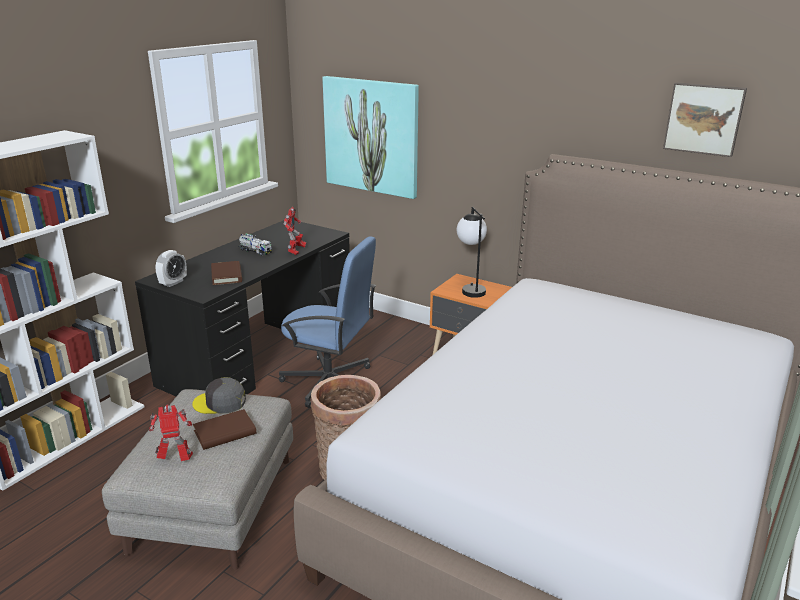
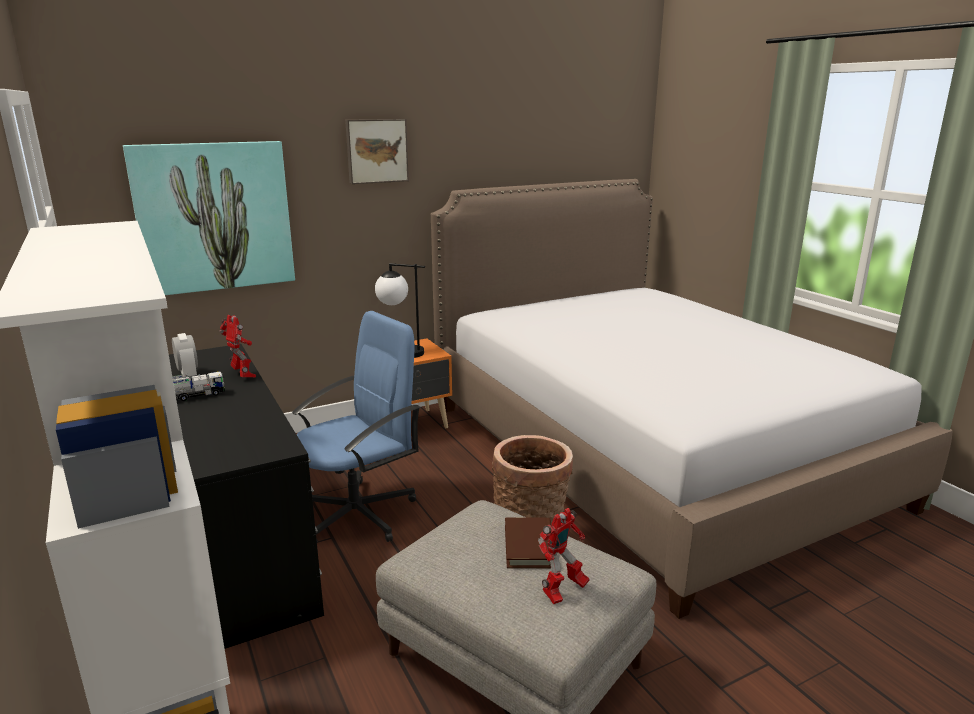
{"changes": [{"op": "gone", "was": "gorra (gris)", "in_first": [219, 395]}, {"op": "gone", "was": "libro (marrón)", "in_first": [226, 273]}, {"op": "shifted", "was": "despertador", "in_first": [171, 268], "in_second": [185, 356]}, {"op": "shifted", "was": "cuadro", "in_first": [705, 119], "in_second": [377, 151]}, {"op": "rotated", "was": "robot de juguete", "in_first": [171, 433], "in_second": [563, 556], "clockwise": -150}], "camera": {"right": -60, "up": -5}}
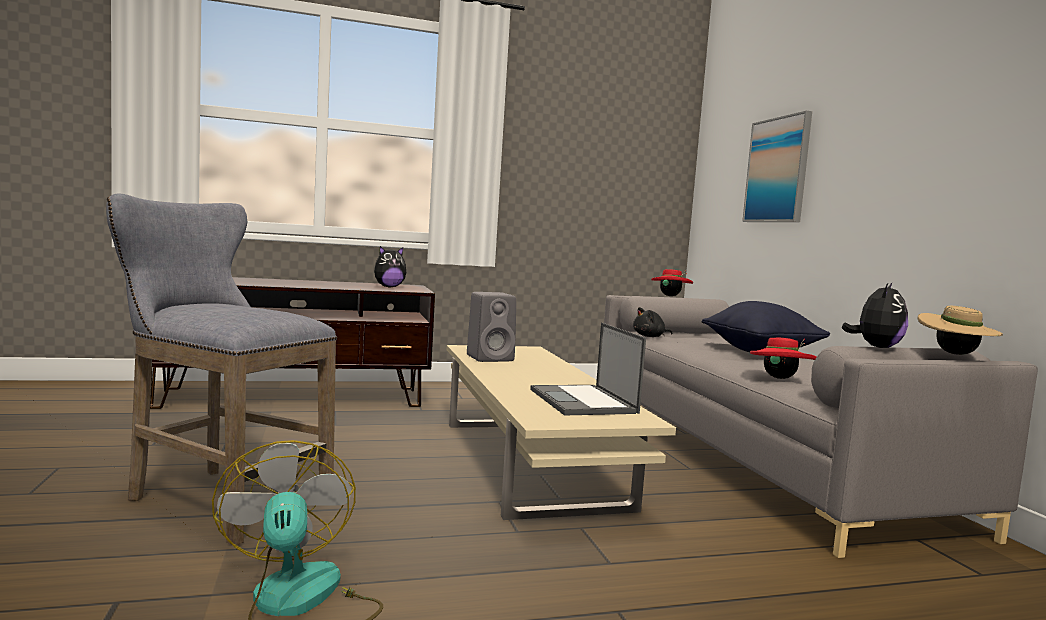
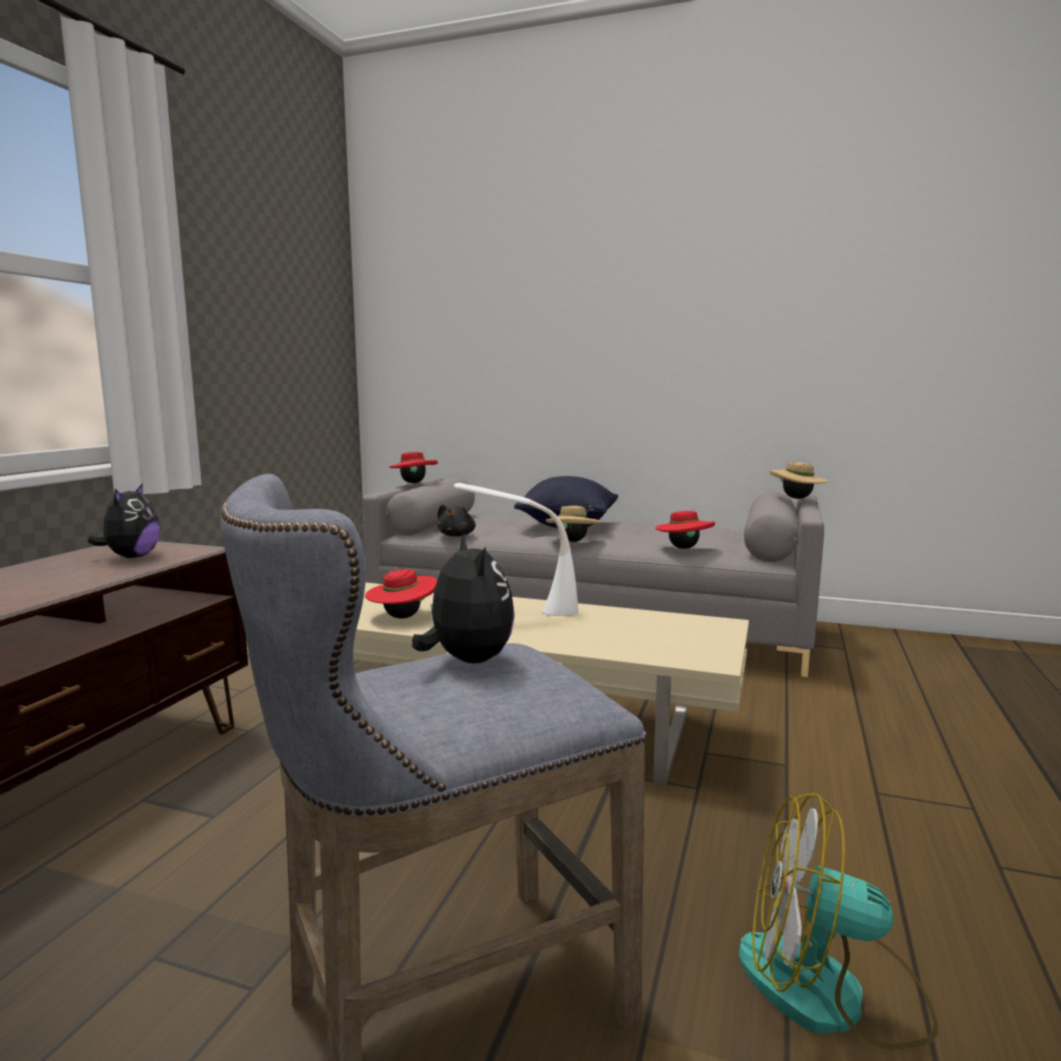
{"changes": [{"op": "gone", "was": "portátil", "in_first": [588, 369]}, {"op": "gone", "was": "cuadro", "in_first": [777, 166]}, {"op": "new", "now": "lámpara de mesa (blanco)", "in_second": [516, 549]}, {"op": "new", "now": "sombrero (beis)", "in_second": [574, 523]}, {"op": "shifted", "was": "peluche", "in_first": [875, 315], "in_second": [463, 597]}, {"op": "swapped", "was": "altavoz (gris)", "now": "sombrero (rojo)", "in_first": [491, 327], "in_second": [401, 592]}], "camera": {"right": -55, "up": 5}}
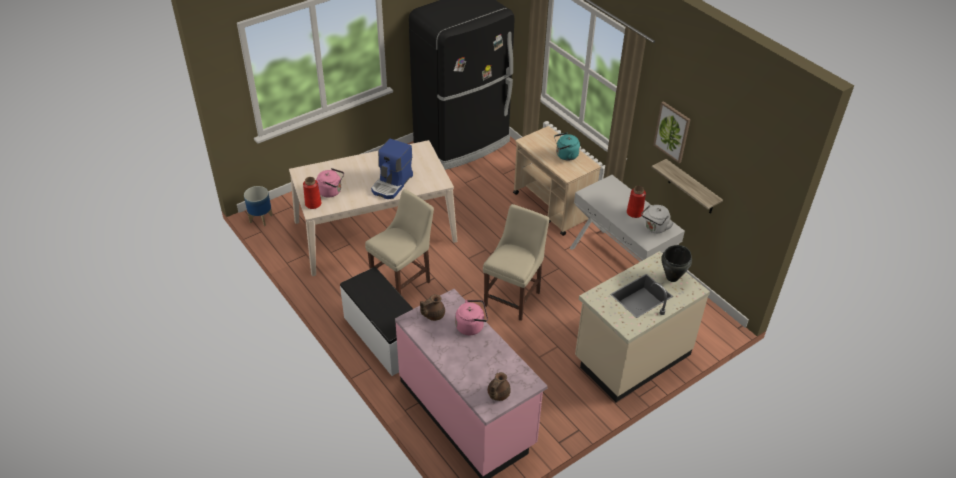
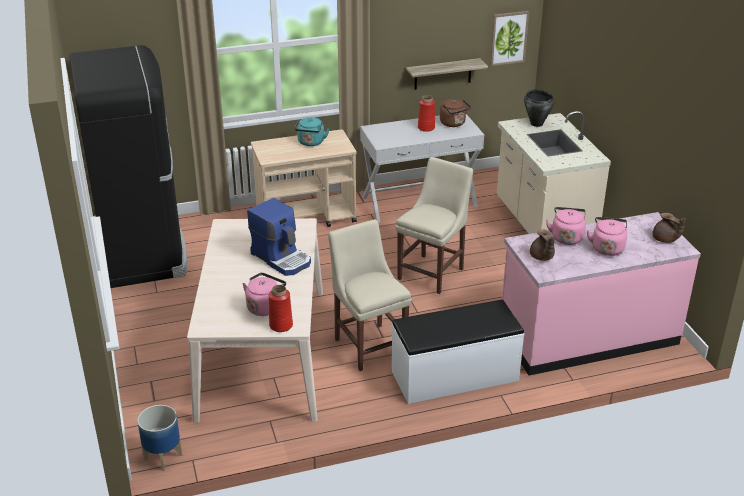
{"changes": [{"op": "new", "now": "hervidor (rosa)", "in_second": [607, 236]}, {"op": "shifted", "was": "cuadro", "in_first": [672, 132], "in_second": [509, 38]}, {"op": "repainted", "was": "hervidor (blanco)", "now": "hervidor (marrón)", "in_first": [657, 219], "in_second": [455, 113]}, {"op": "rotated", "was": "silla (beis)", "in_first": [516, 262], "in_second": [434, 225], "clockwise": 75}], "camera": {"right": -70, "up": -10}}
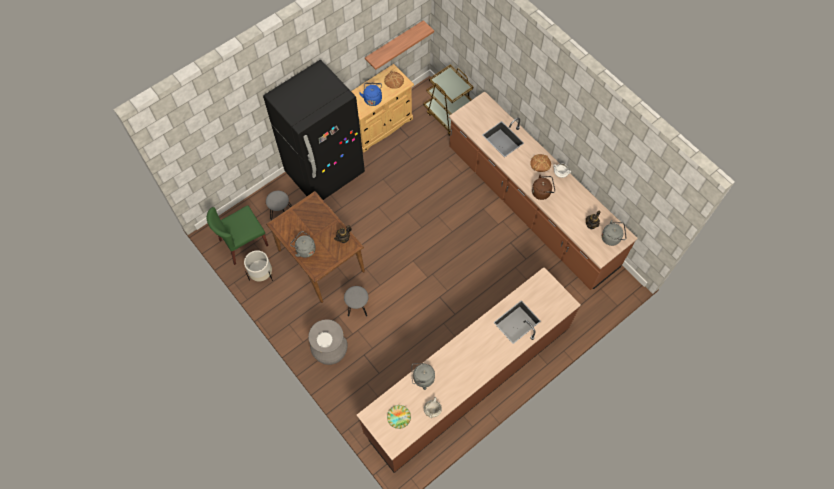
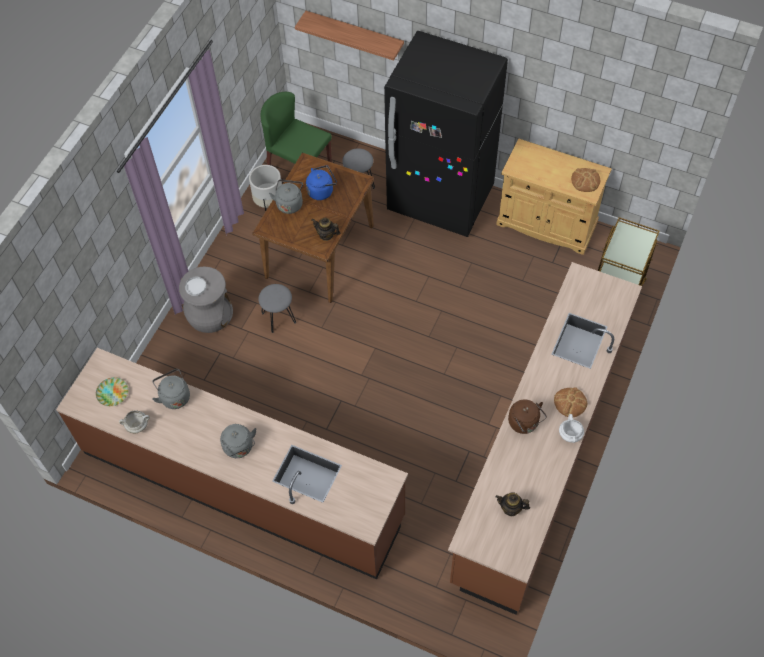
{"changes": [{"op": "shifted", "was": "hervidor (azul)", "in_first": [370, 94], "in_second": [321, 182]}, {"op": "shifted", "was": "estante", "in_first": [399, 45], "in_second": [349, 36]}, {"op": "shifted", "was": "hervidor (gris)", "in_first": [614, 233], "in_second": [238, 441]}], "camera": {"right": 65, "up": -5}}
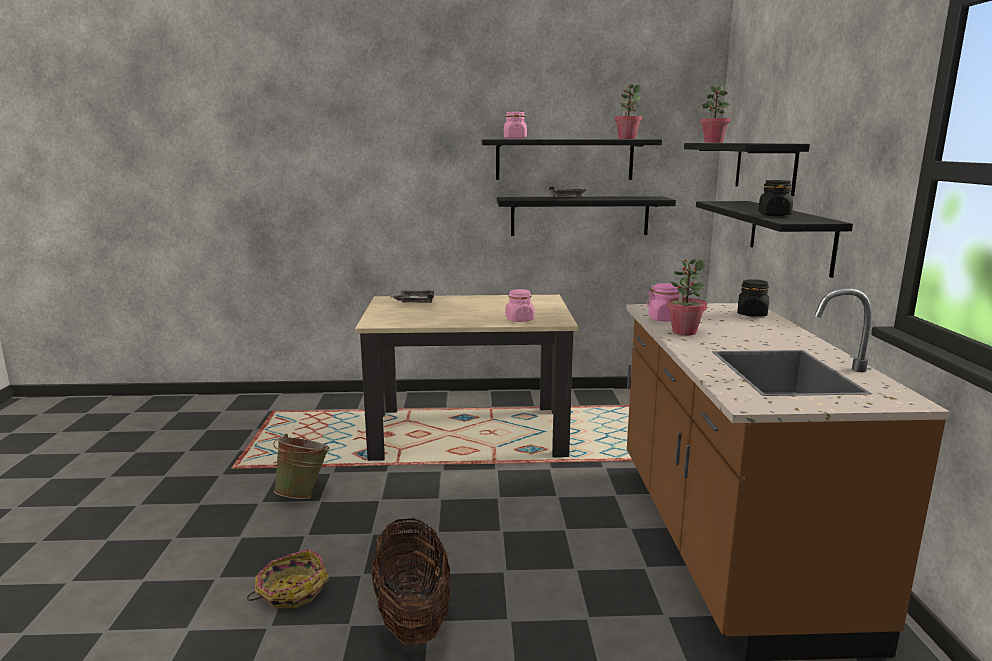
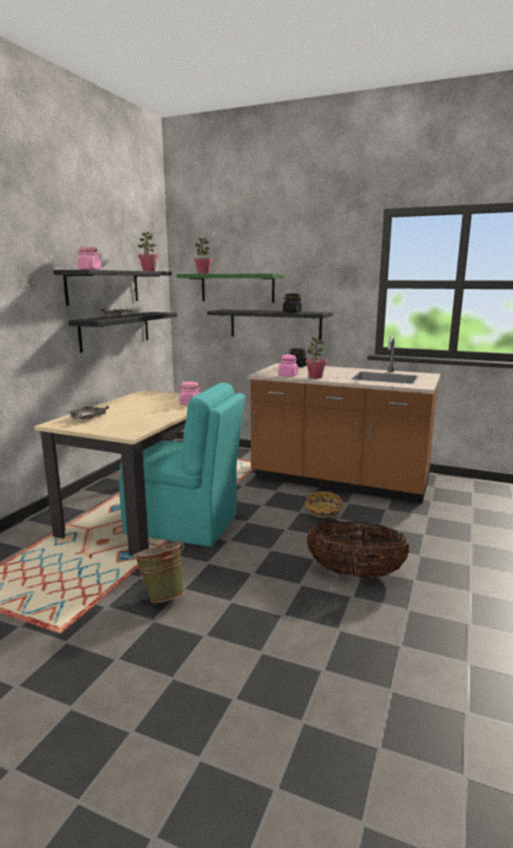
{"changes": [{"op": "new", "now": "silla (turquesa)", "in_second": [182, 465]}, {"op": "shifted", "was": "cesta", "in_first": [288, 579], "in_second": [324, 504]}, {"op": "repainted", "was": "estante (negro)", "now": "estante (verde)", "in_first": [747, 169], "in_second": [231, 288]}], "camera": {"right": -65, "up": 0}}
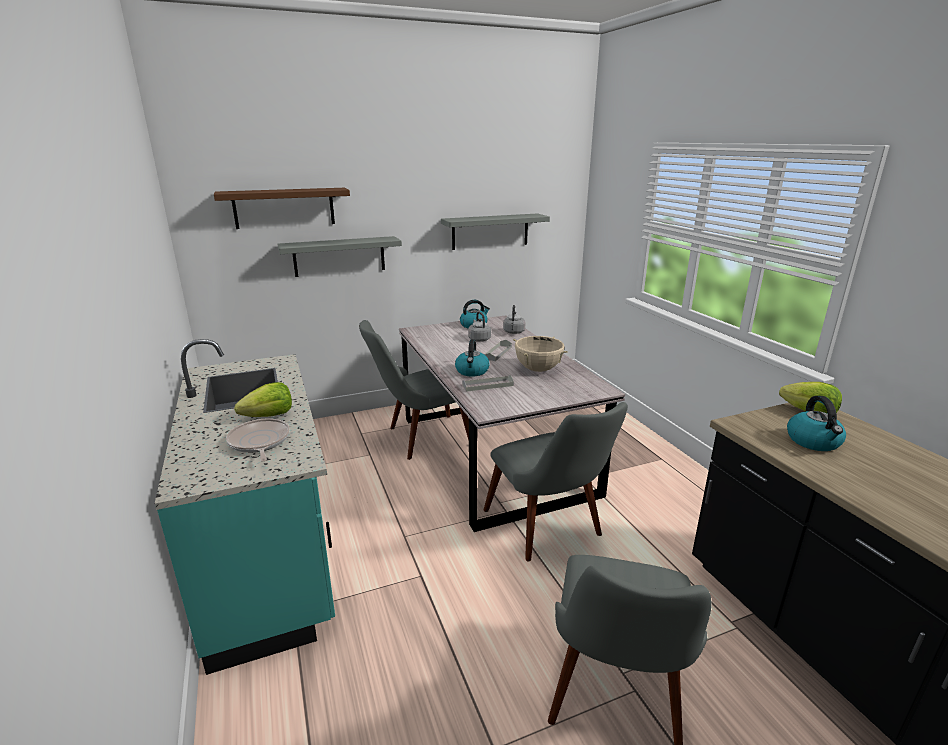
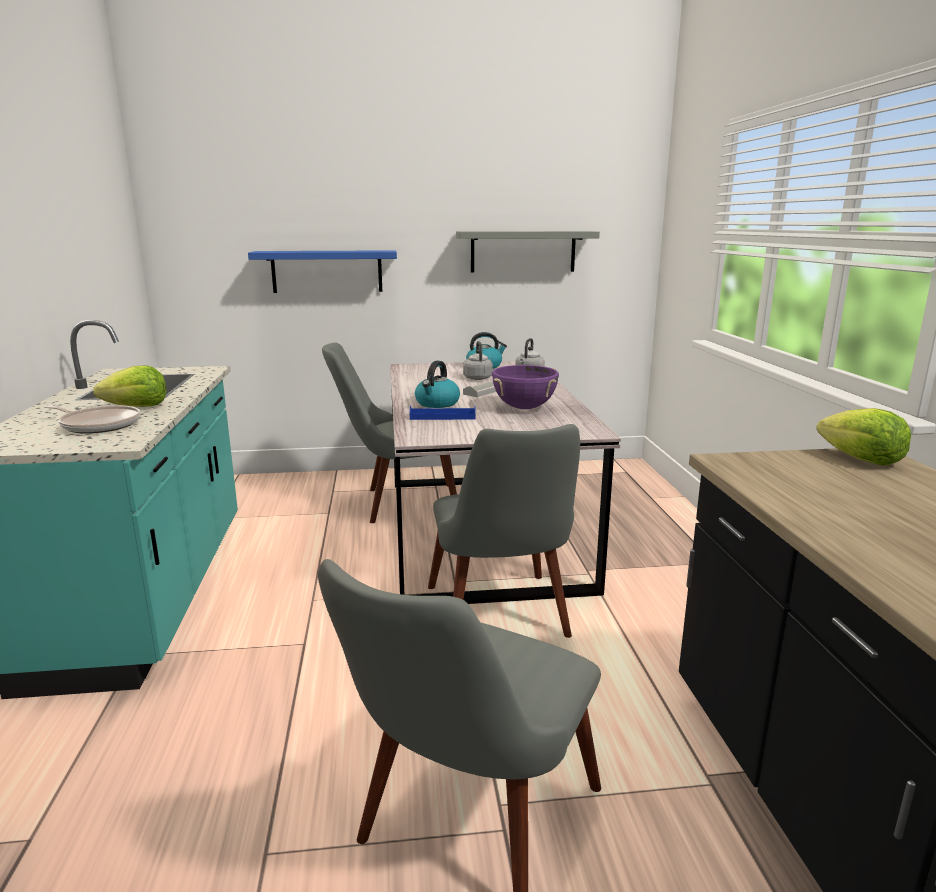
{"changes": [{"op": "gone", "was": "estante (marrón)", "in_first": [282, 208]}, {"op": "gone", "was": "hervidor", "in_first": [816, 423]}, {"op": "repainted", "was": "estante (gris)", "now": "estante (azul)", "in_first": [339, 256], "in_second": [322, 271]}, {"op": "repainted", "was": "bandeja (gris)", "now": "bandeja (azul)", "in_first": [488, 383], "in_second": [443, 413]}, {"op": "repainted", "was": "olla (beis)", "now": "olla (morado)", "in_first": [540, 354], "in_second": [525, 387]}, {"op": "rotated", "was": "sartén", "in_first": [258, 439], "in_second": [92, 419], "clockwise": 120}], "camera": {"right": 15, "up": -5}}
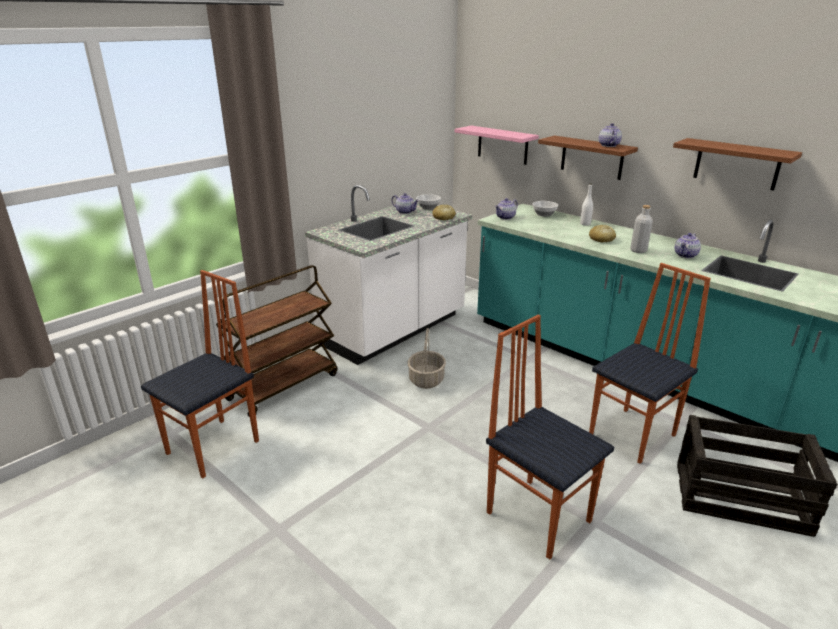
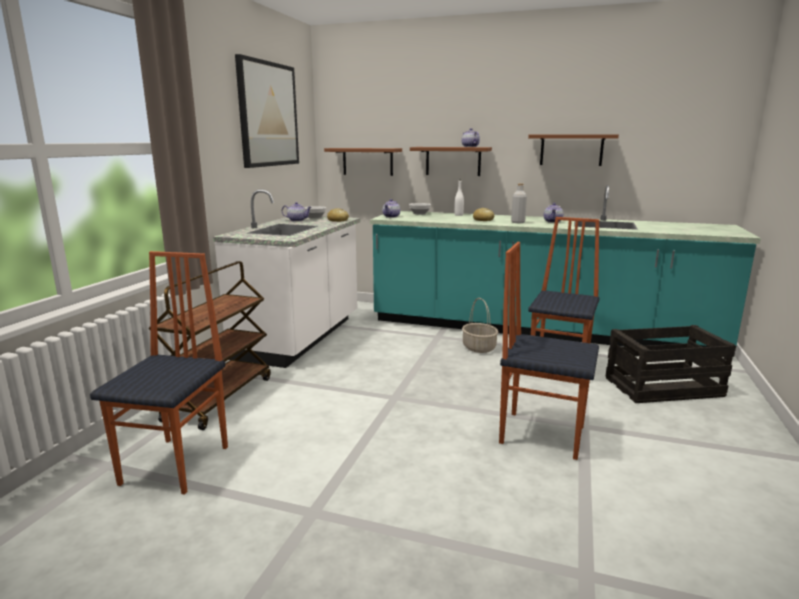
{"changes": [{"op": "new", "now": "cuadro", "in_second": [267, 111]}, {"op": "shifted", "was": "cesta", "in_first": [427, 358], "in_second": [480, 325]}, {"op": "repainted", "was": "estante (rosa)", "now": "estante (marrón)", "in_first": [497, 145], "in_second": [363, 162]}], "camera": {"right": -25, "up": -10}}
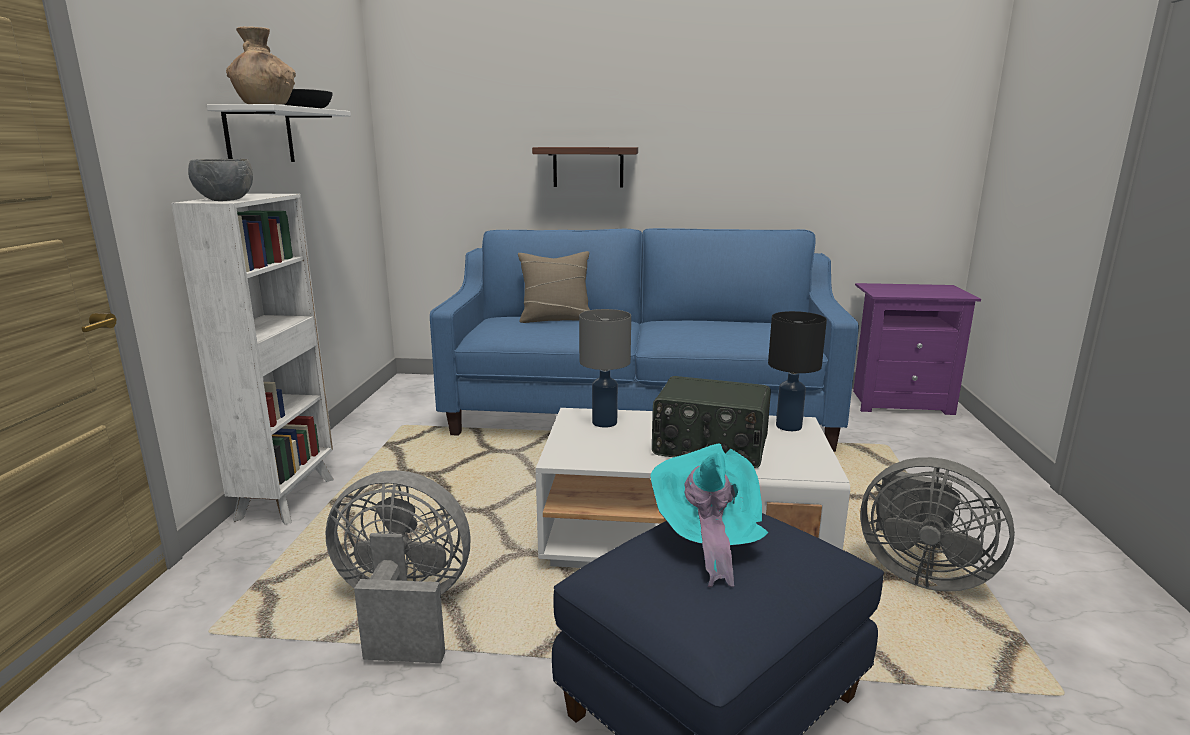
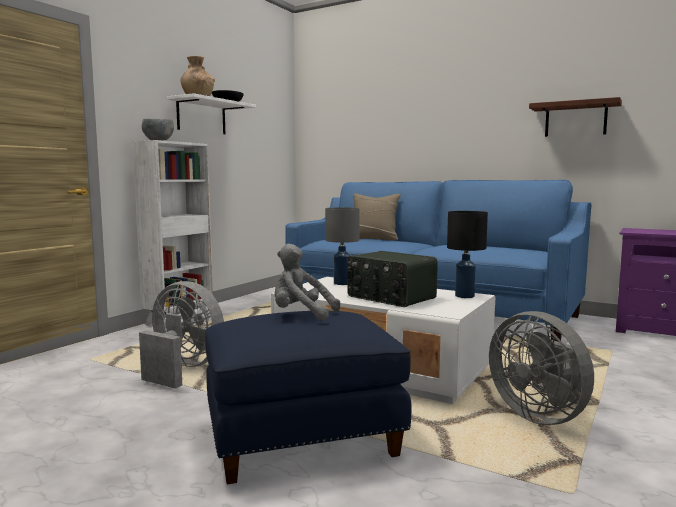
{"changes": [{"op": "shifted", "was": "estante", "in_first": [585, 167], "in_second": [575, 117]}, {"op": "swapped", "was": "sombrero (turquesa)", "now": "peluche (gris)", "in_first": [709, 515], "in_second": [307, 282]}], "camera": {"right": 25, "up": -10}}
